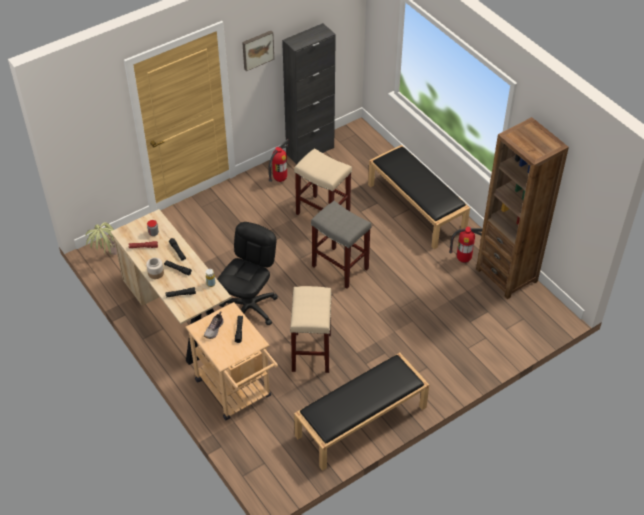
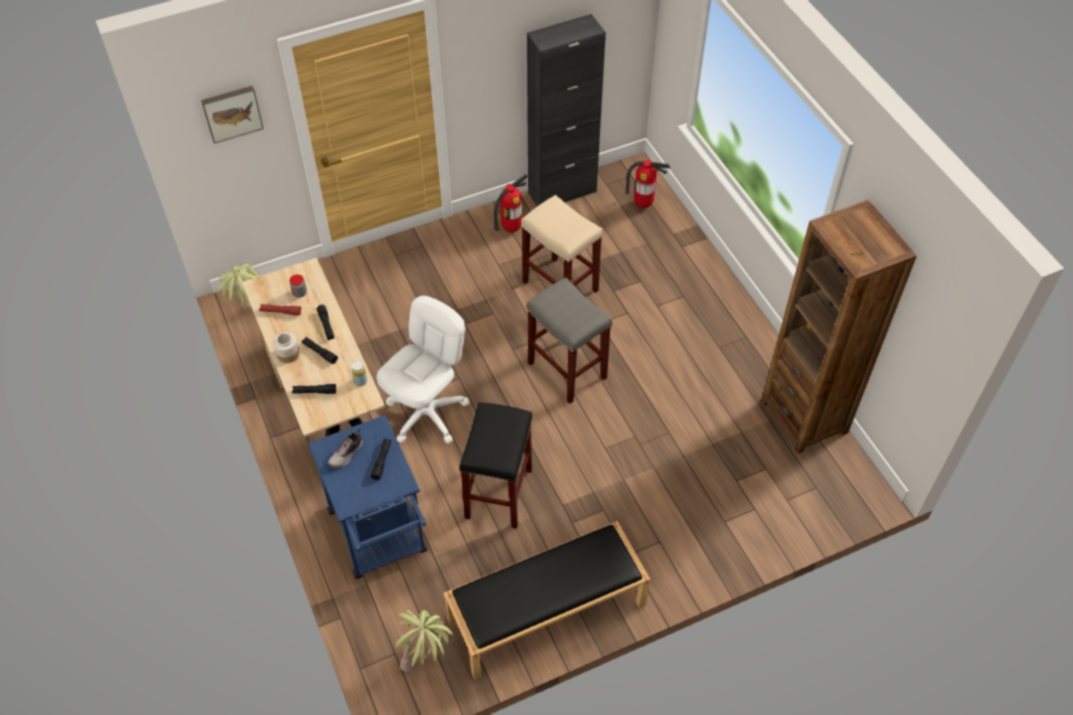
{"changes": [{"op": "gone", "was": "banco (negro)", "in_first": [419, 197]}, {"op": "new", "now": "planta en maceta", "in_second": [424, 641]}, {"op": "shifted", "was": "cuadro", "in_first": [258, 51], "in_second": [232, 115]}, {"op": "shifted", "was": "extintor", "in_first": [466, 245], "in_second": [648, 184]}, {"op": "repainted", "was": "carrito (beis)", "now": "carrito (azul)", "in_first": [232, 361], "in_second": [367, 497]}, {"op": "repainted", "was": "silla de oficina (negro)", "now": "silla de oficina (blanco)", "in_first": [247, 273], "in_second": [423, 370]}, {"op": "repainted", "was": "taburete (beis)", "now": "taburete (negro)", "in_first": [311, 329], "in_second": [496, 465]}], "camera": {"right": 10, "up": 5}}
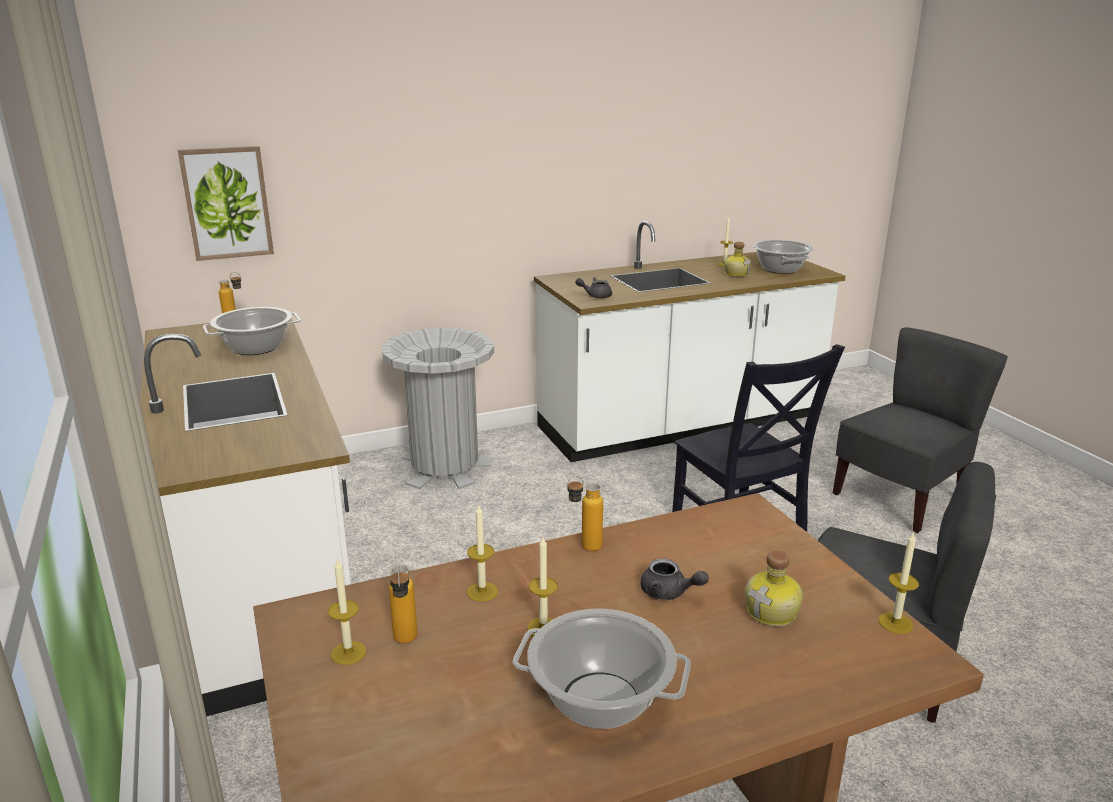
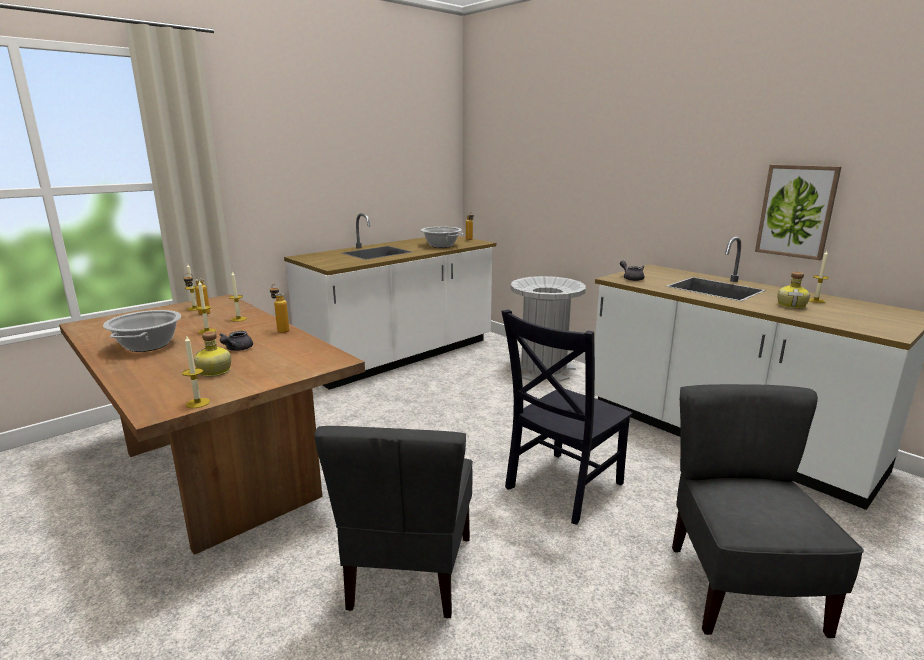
{"changes": [{"op": "gone", "was": "olla", "in_first": [783, 257]}, {"op": "shifted", "was": "cuadro", "in_first": [226, 203], "in_second": [798, 212]}, {"op": "rotated", "was": "silla (gris)", "in_first": [920, 430], "in_second": [768, 511], "clockwise": -120}], "camera": {"right": 70, "up": -5}}
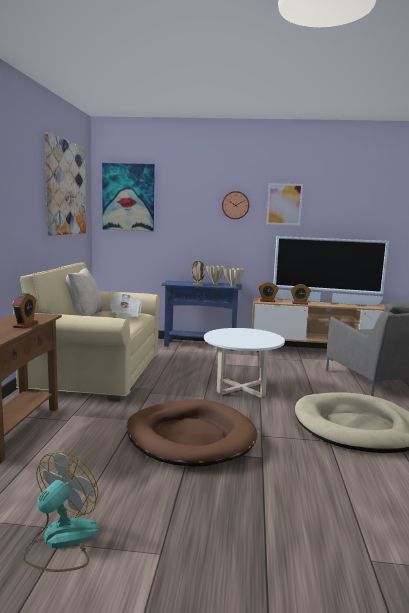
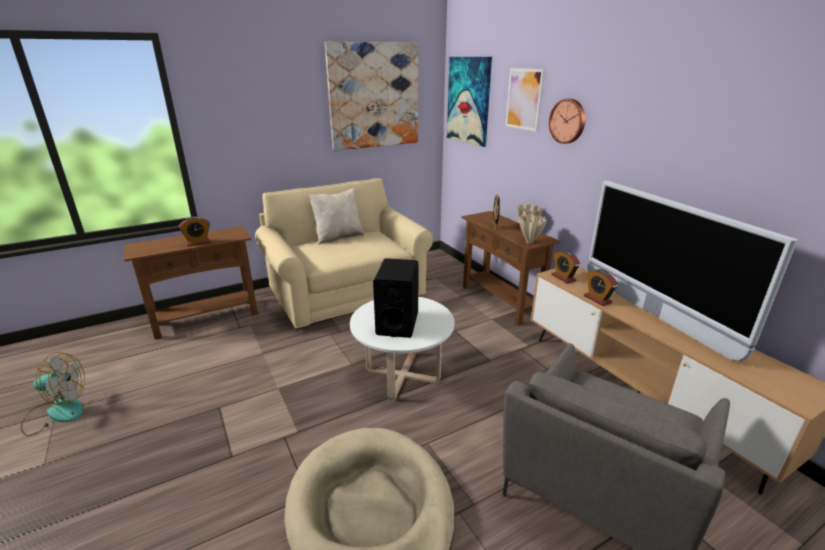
{"changes": [{"op": "gone", "was": "periódico", "in_first": [125, 306]}, {"op": "gone", "was": "cama para perro (marrón)", "in_first": [192, 433]}, {"op": "new", "now": "altavoz (negro)", "in_second": [395, 298]}, {"op": "shifted", "was": "cuadro", "in_first": [284, 204], "in_second": [525, 100]}, {"op": "repainted", "was": "mesa consola (azul)", "now": "mesa consola (marrón)", "in_first": [201, 316], "in_second": [511, 268]}], "camera": {"right": 55, "up": 15}}
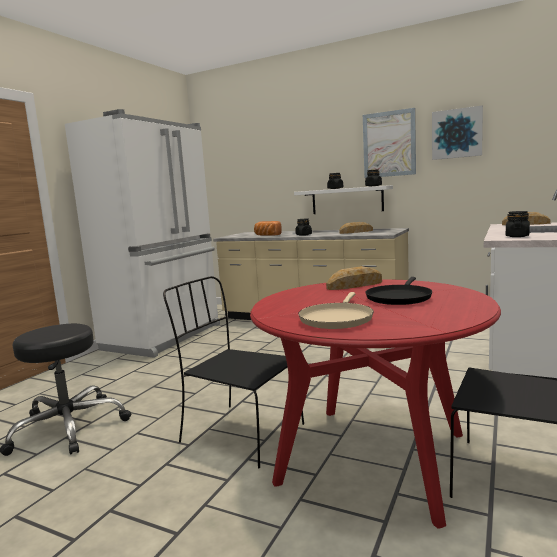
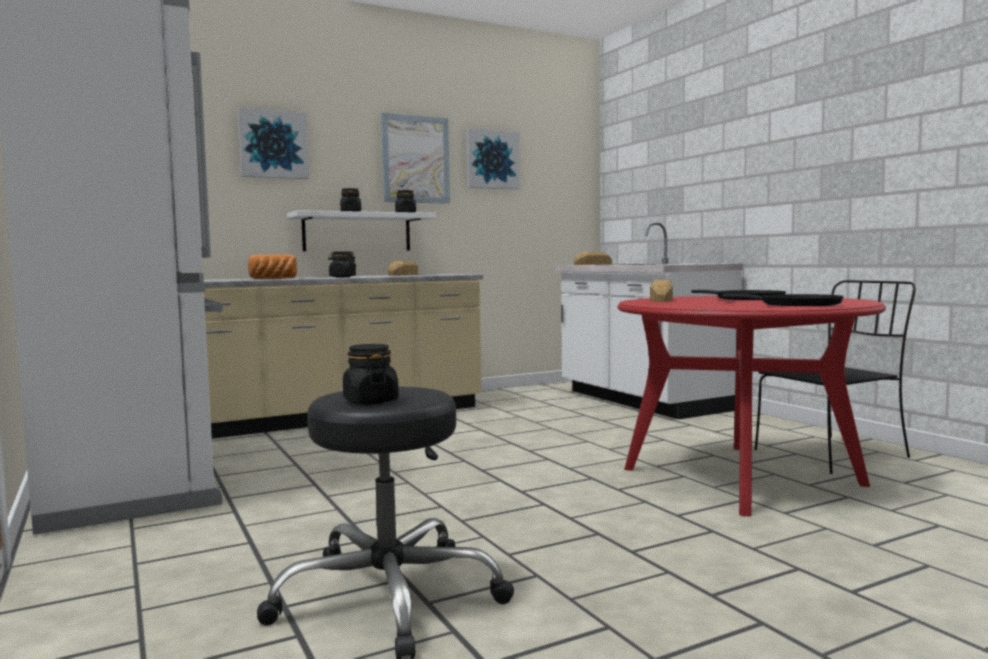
{"changes": [{"op": "gone", "was": "silla (negro)", "in_first": [233, 372]}, {"op": "new", "now": "cuadro", "in_second": [273, 143]}, {"op": "shifted", "was": "tarro (negro)", "in_first": [518, 224], "in_second": [371, 374]}, {"op": "repainted", "was": "sartén (beis)", "now": "sartén (negro)", "in_first": [336, 310], "in_second": [783, 300]}], "camera": {"right": -55, "up": -5}}
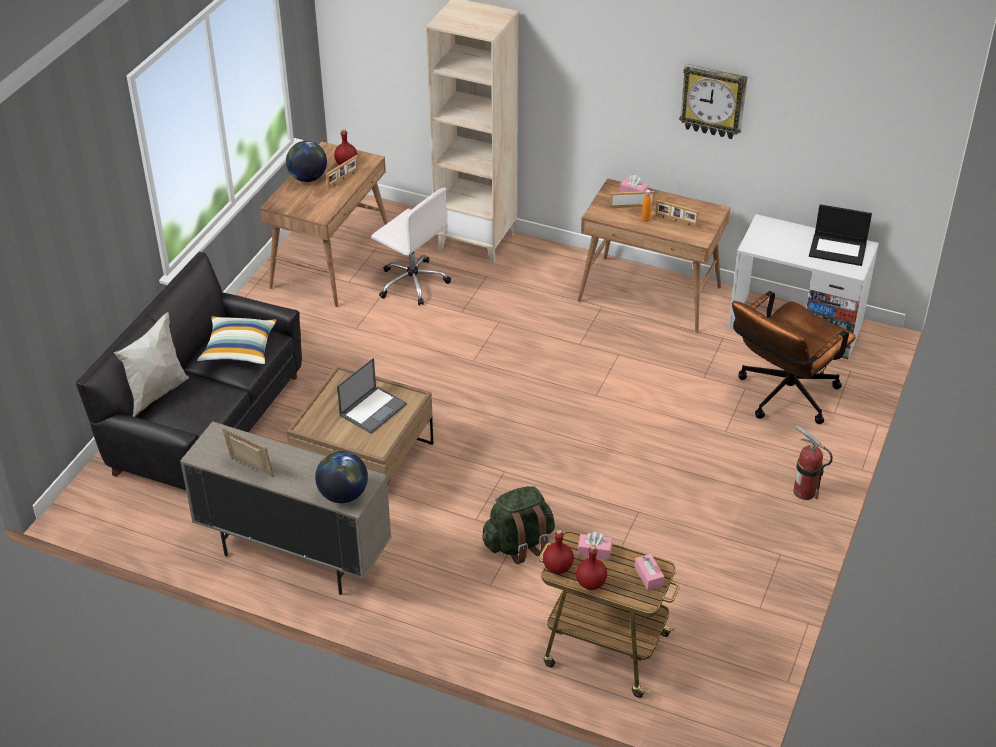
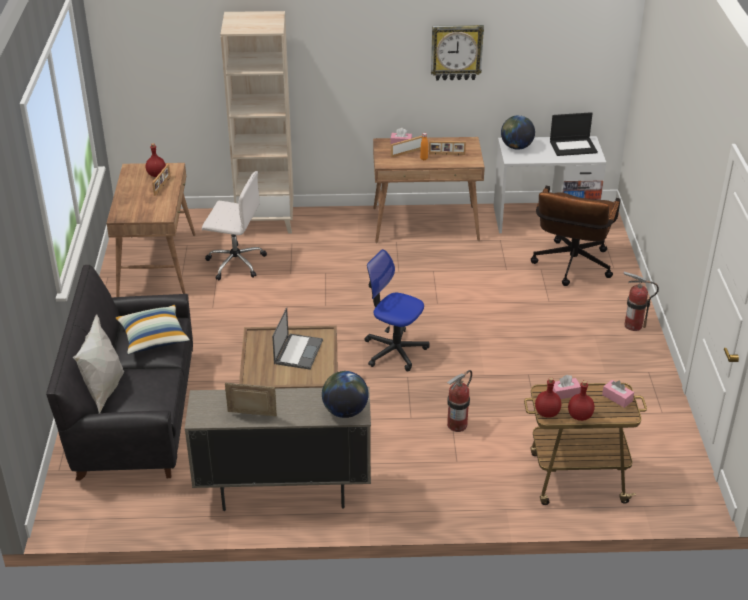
{"changes": [{"op": "new", "now": "silla de oficina", "in_second": [397, 310]}, {"op": "shifted", "was": "globo terráqueo", "in_first": [306, 161], "in_second": [518, 132]}, {"op": "swapped", "was": "mochila (verde)", "now": "extintor", "in_first": [518, 525], "in_second": [459, 401]}], "camera": {"right": -25, "up": -5}}
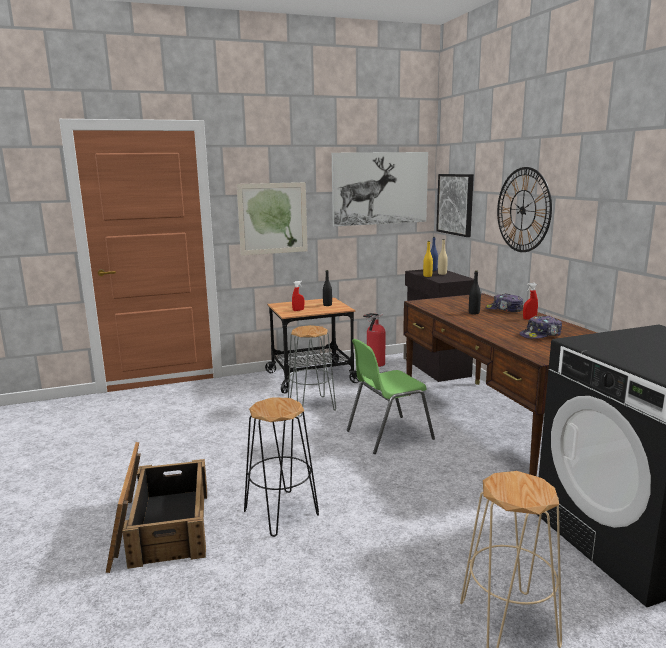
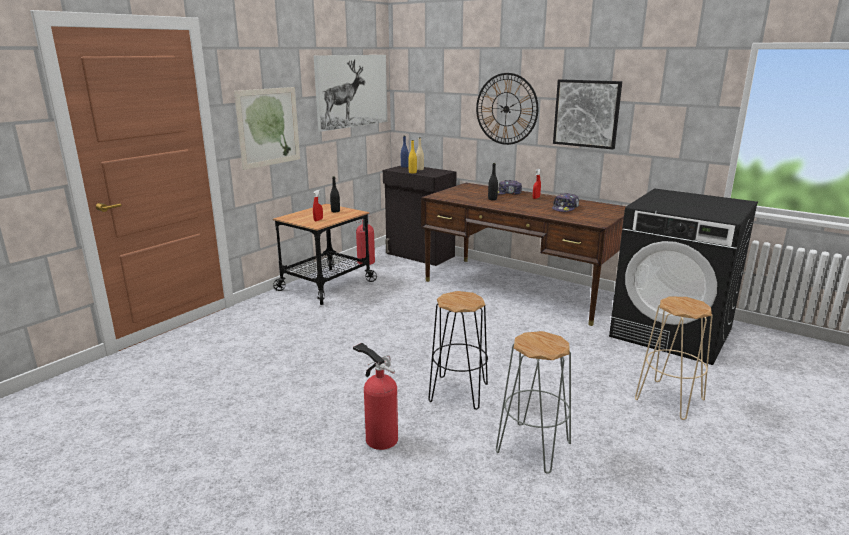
{"changes": [{"op": "gone", "was": "silla (verde)", "in_first": [391, 396]}, {"op": "shifted", "was": "taburete (gris)", "in_first": [312, 371], "in_second": [533, 402]}, {"op": "shifted", "was": "cuadro", "in_first": [455, 205], "in_second": [587, 114]}, {"op": "swapped", "was": "caja de embalaje", "now": "extintor", "in_first": [156, 507], "in_second": [375, 396]}], "camera": {"right": -35, "up": 5}}
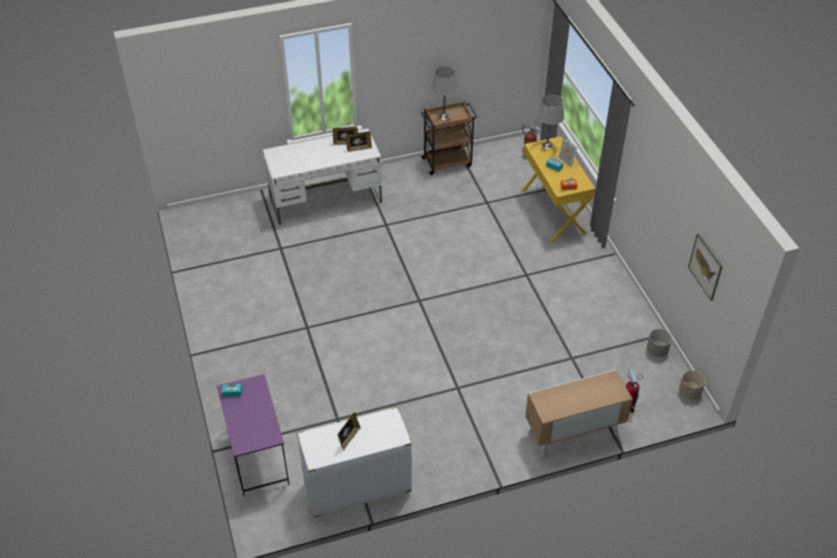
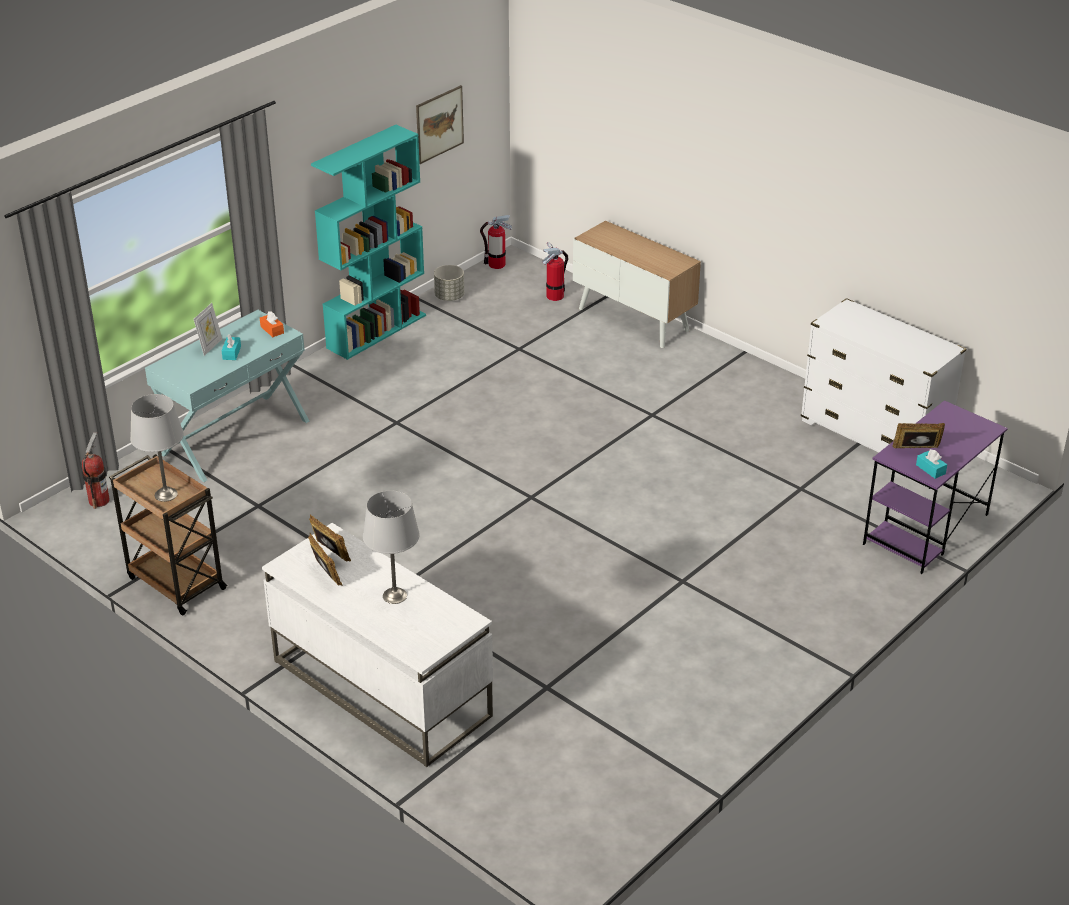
{"changes": [{"op": "new", "now": "estantería (turquesa)", "in_second": [368, 242]}, {"op": "shifted", "was": "portarretratos", "in_first": [349, 431], "in_second": [918, 435]}, {"op": "shifted", "was": "lámpara de mesa (gris)", "in_first": [550, 122], "in_second": [391, 547]}, {"op": "swapped", "was": "maceta (beis)", "now": "extintor", "in_first": [692, 384], "in_second": [496, 242]}, {"op": "repainted", "was": "mesa consola (amarillo)", "now": "mesa consola (turquesa)", "in_first": [558, 189], "in_second": [227, 396]}], "camera": {"right": -120, "up": -10}}
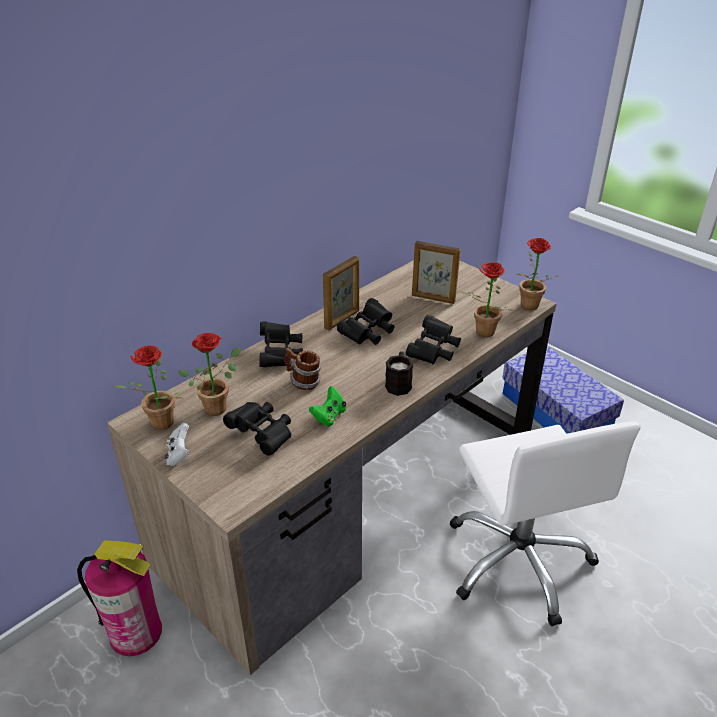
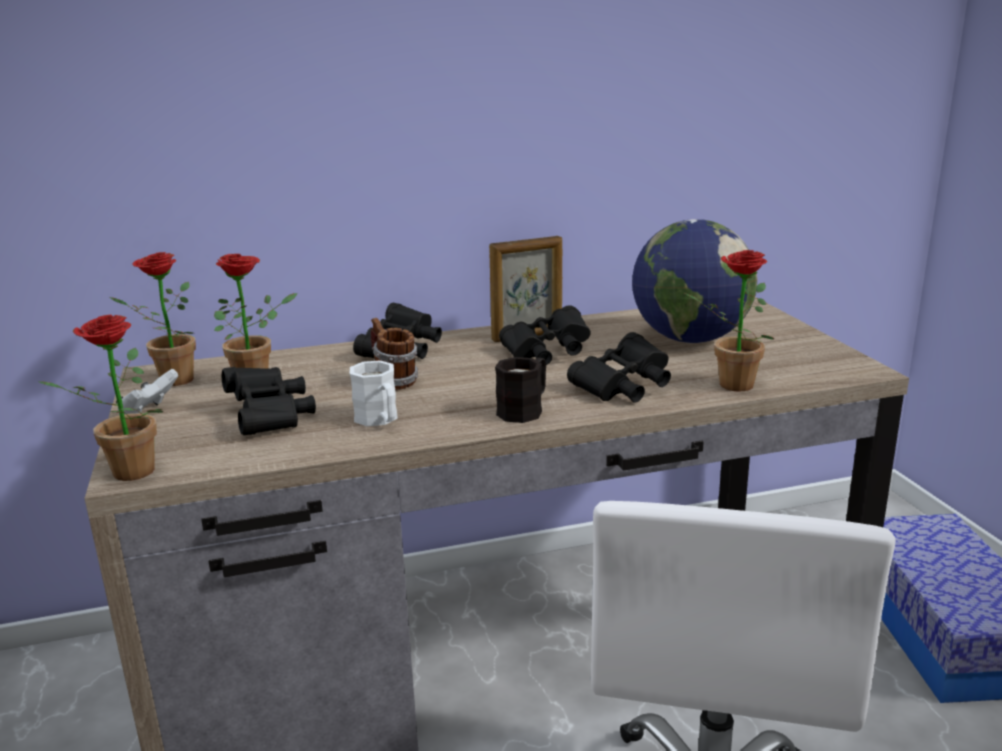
{"changes": [{"op": "gone", "was": "extintor", "in_first": [119, 598]}, {"op": "shifted", "was": "planta en maceta", "in_first": [539, 274], "in_second": [100, 398]}, {"op": "swapped", "was": "mando de consola (verde)", "now": "taza grande (blanco)", "in_first": [327, 406], "in_second": [374, 393]}, {"op": "swapped", "was": "portarretratos", "now": "globo terráqueo", "in_first": [436, 272], "in_second": [694, 281]}], "camera": {"right": 30, "up": -15}}
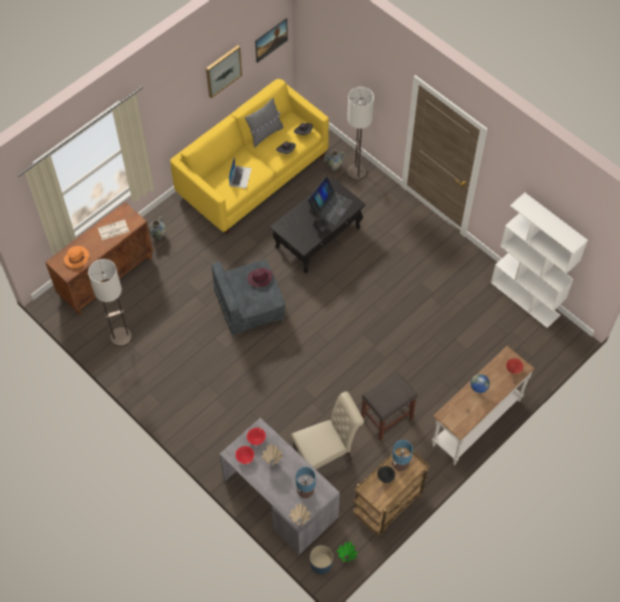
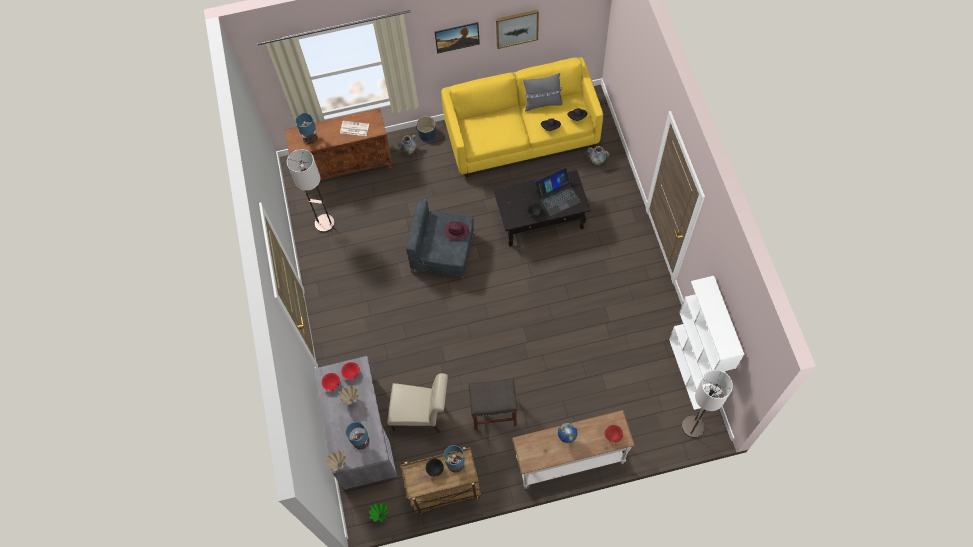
{"changes": [{"op": "gone", "was": "portátil", "in_first": [240, 173]}, {"op": "shifted", "was": "cuadro", "in_first": [271, 40], "in_second": [457, 38]}, {"op": "shifted", "was": "maceta (azul)", "in_first": [321, 559], "in_second": [426, 129]}, {"op": "shifted", "was": "lámpara de pie", "in_first": [360, 133], "in_second": [707, 404]}, {"op": "swapped", "was": "sombrero (naranja)", "now": "lámpara de mesa", "in_first": [76, 257], "in_second": [306, 128]}], "camera": {"right": 35, "up": 5}}
